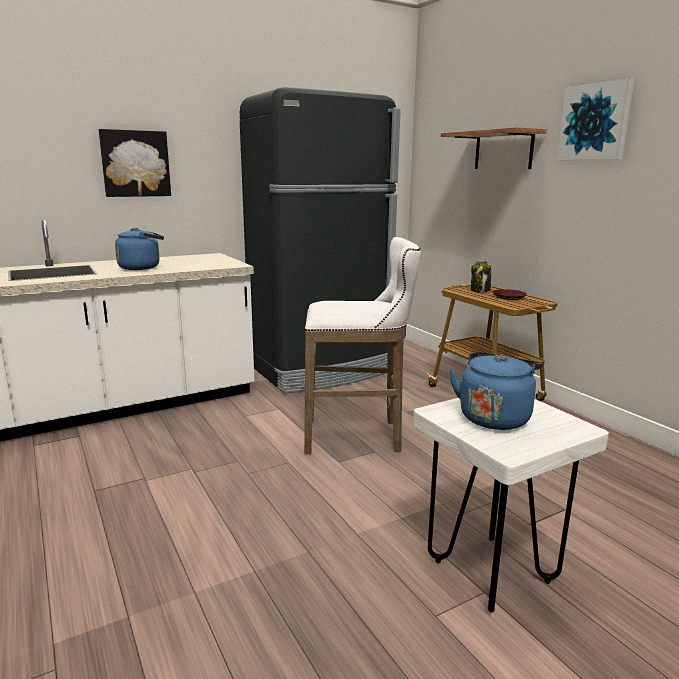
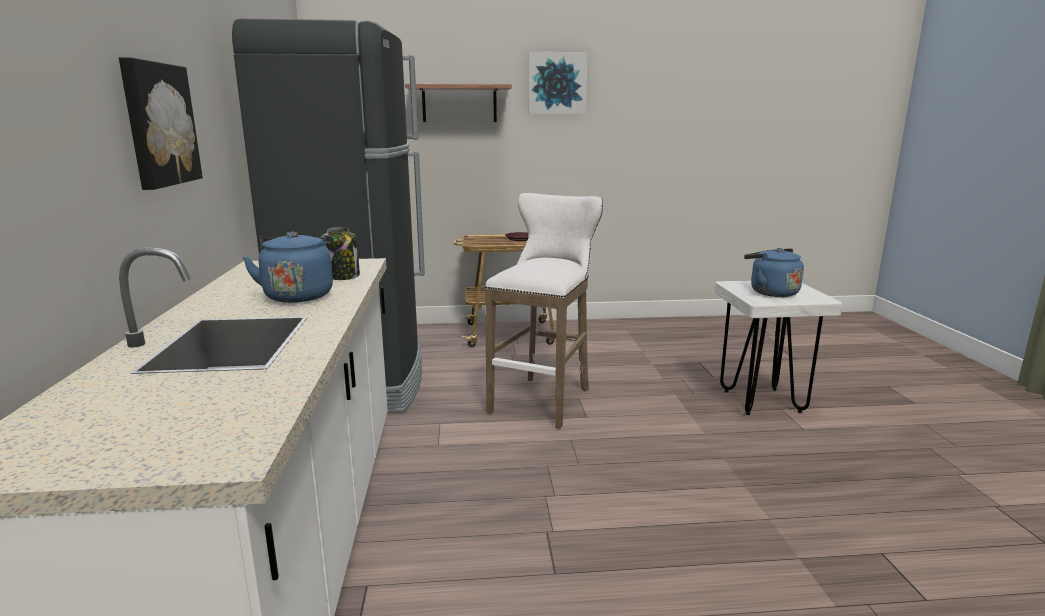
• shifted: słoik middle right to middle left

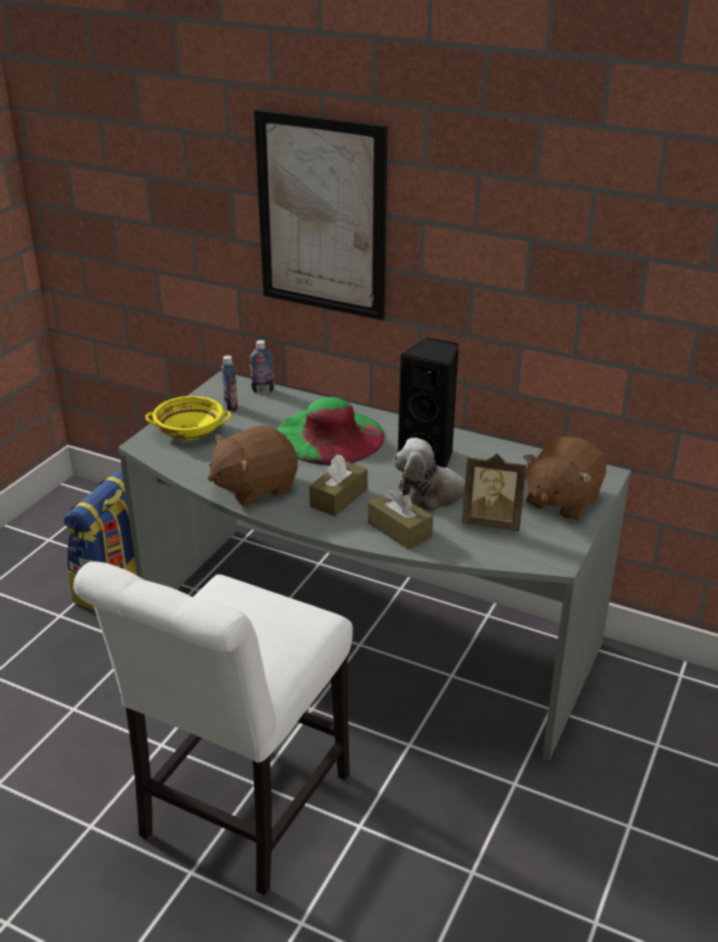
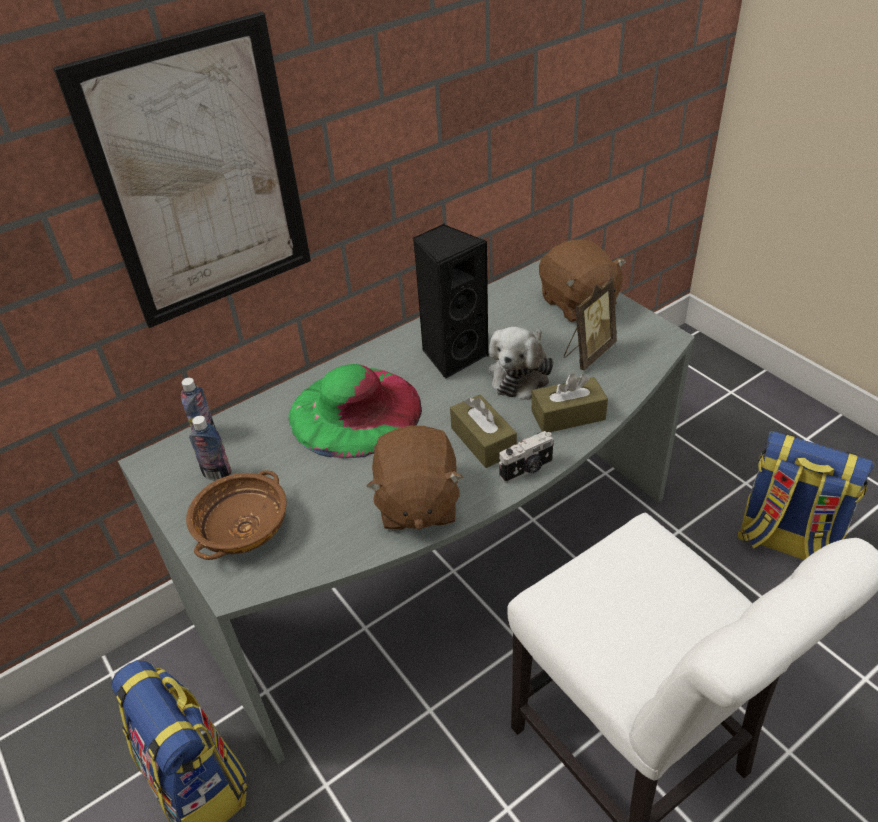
• repainted: miska/żółty middle left to miska/brązowy middle left
• new: aparat fotograficzny centre
• new: plecak (no. 2 from left) middle right

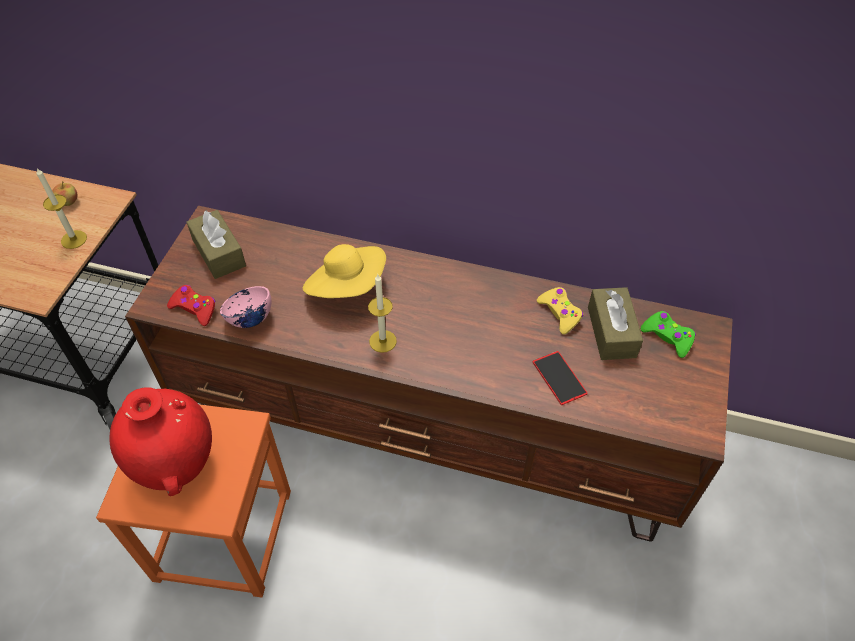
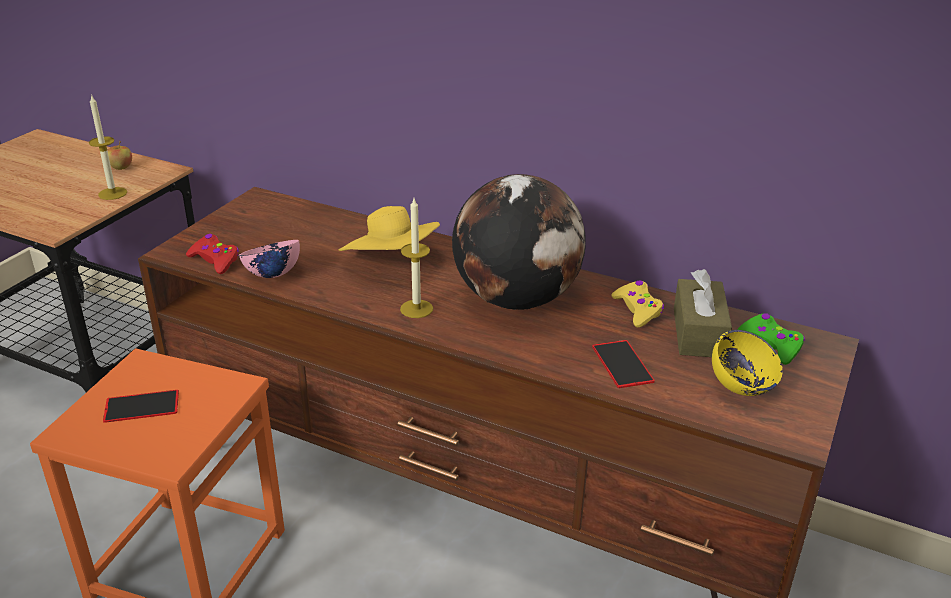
• swapped: wazon/czerwony bottom left to telefon (no. 1 from left) bottom left
• new: globus centre
• new: miska/żółty middle right
• gone: pudełko chusteczek/brązowy (no. 1 from left) middle left

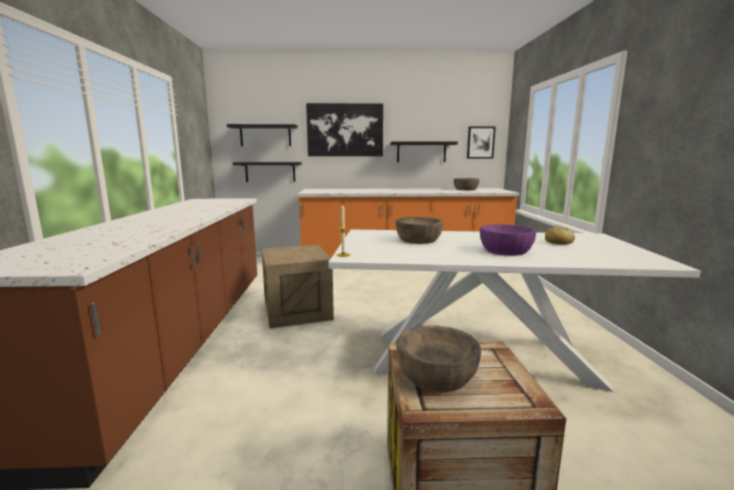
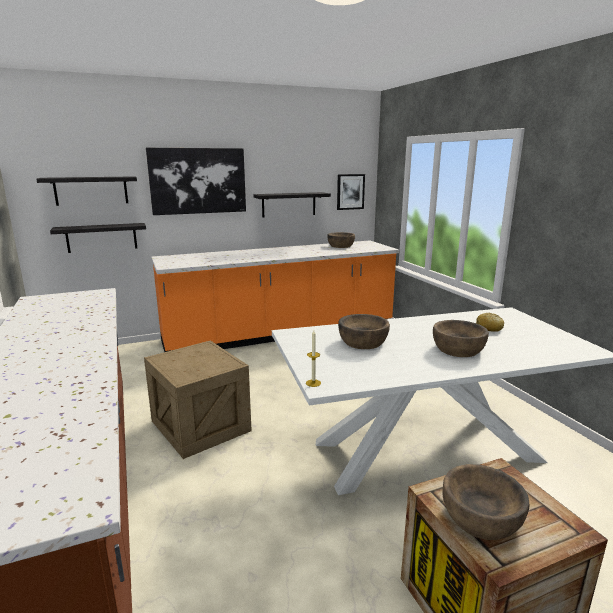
• repainted: miska/fioletowy middle right to miska/brązowy (no. 3 from left) middle right

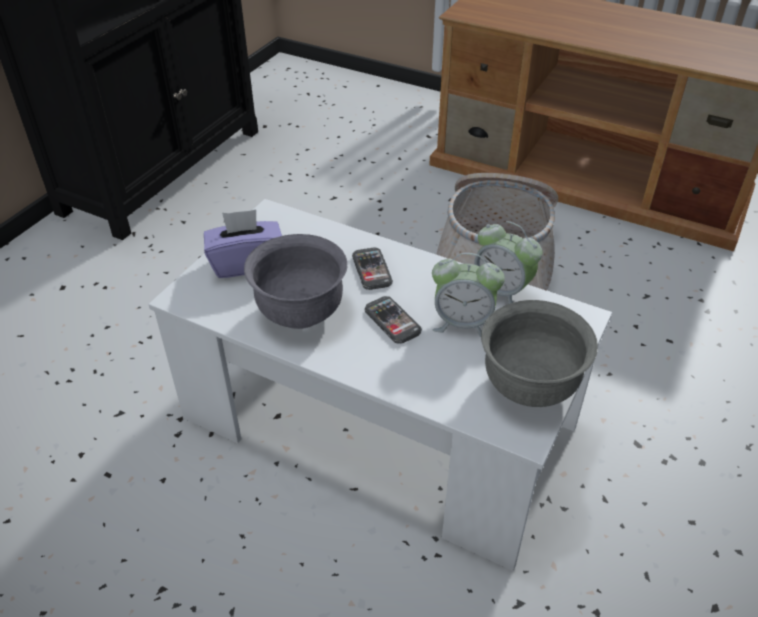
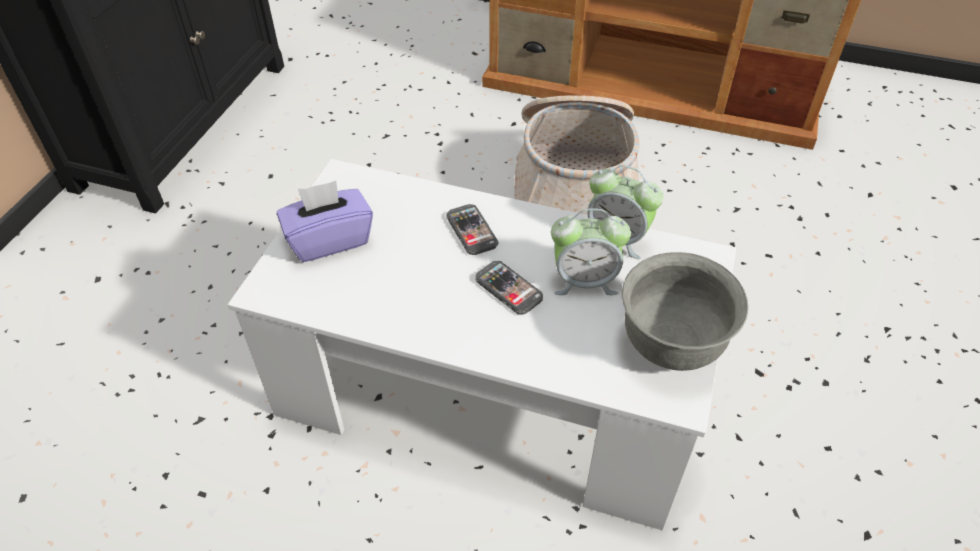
• gone: miska/szary (no. 1 from left) centre

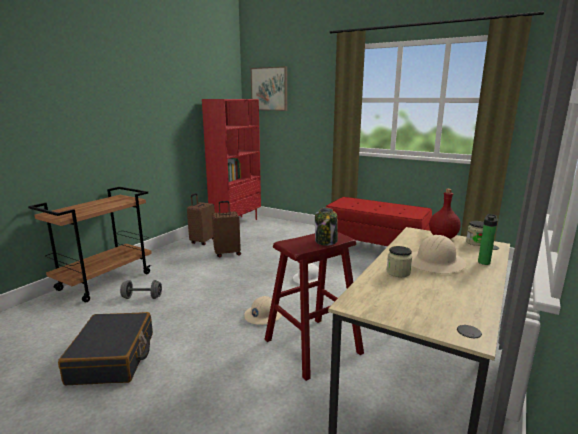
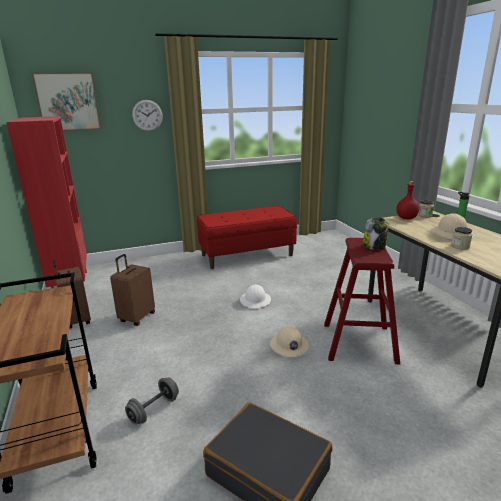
• new: zegar ścienny top left

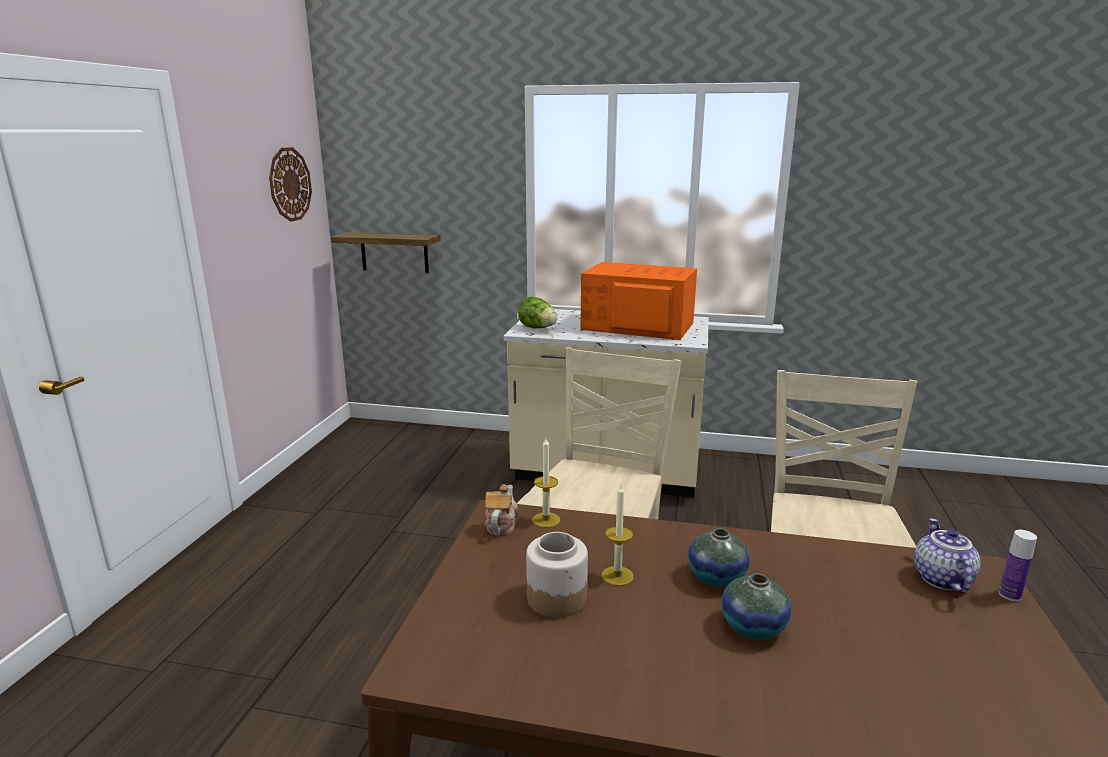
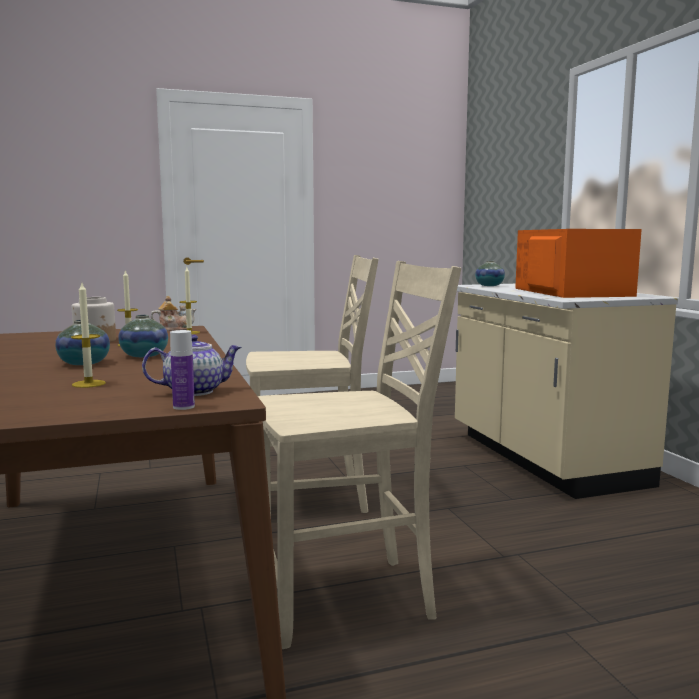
• new: świeca (no. 1 from left) middle left
• swapped: sałata centre to wazon (no. 3 from left) middle right
• gone: zegar ścienny top left
• gone: półka top centre

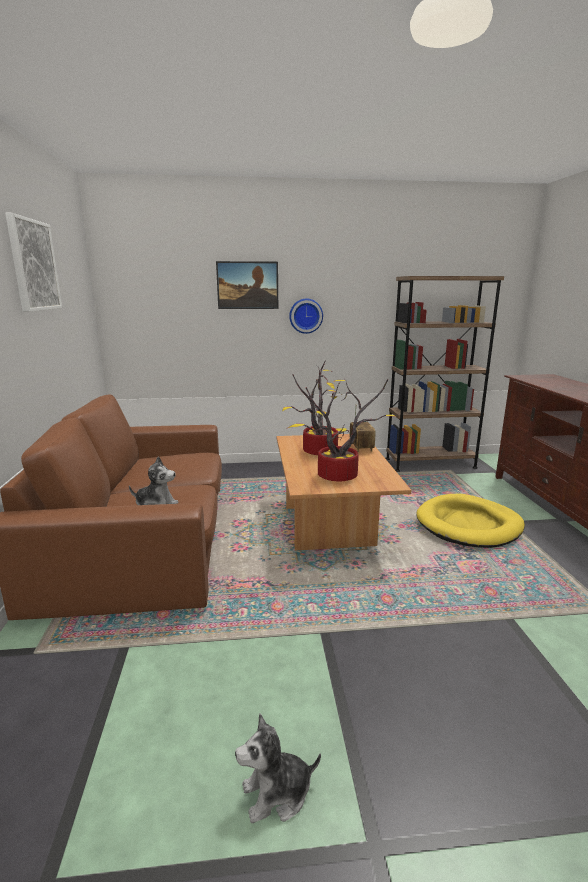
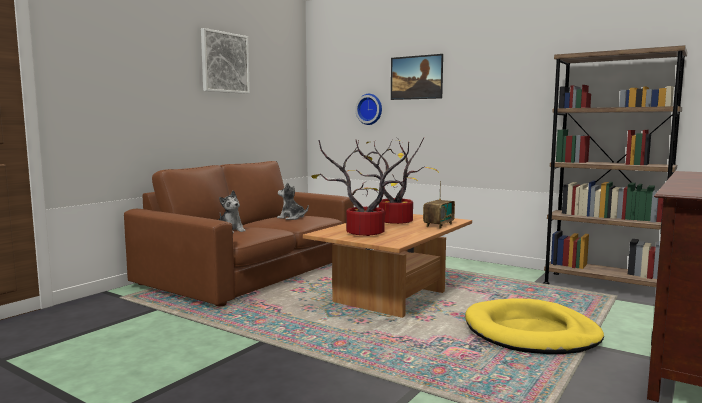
• shifted: pluszak (no. 2 from left) bottom centre to centre
• shifted: zegar ścienny centre to top centre

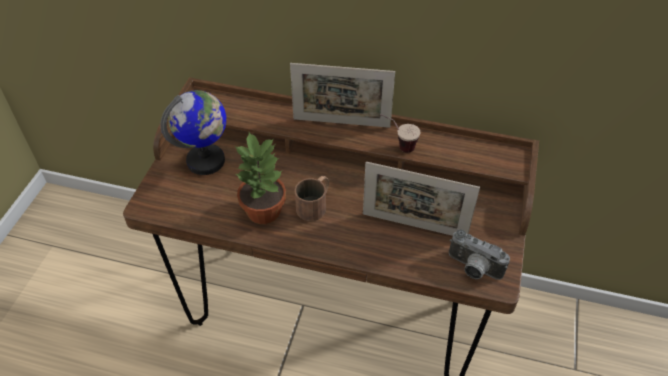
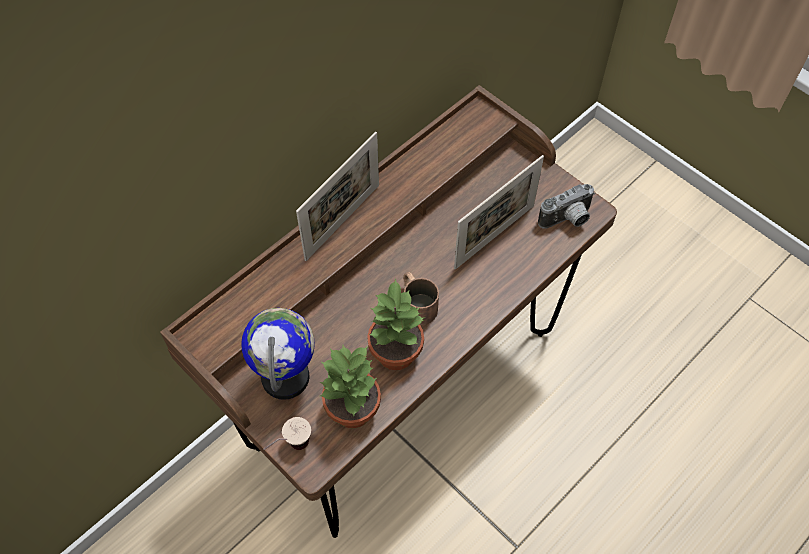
• shifted: filiżanka centre to bottom centre
• new: roślina doniczkowa (no. 1 from left) bottom centre

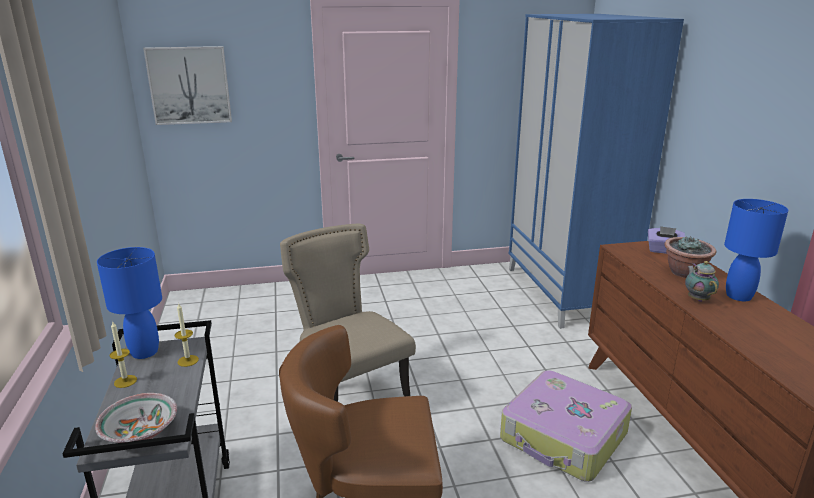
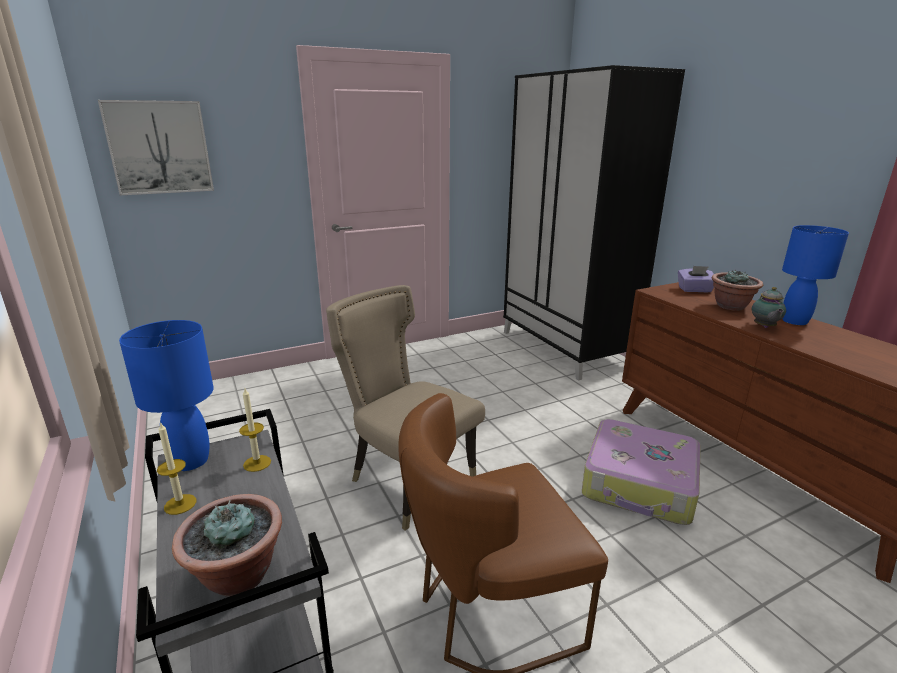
• swapped: miska bottom left to roślina doniczkowa (no. 1 from left) bottom left
• repainted: szafa/niebieski middle right to szafa/czarny top centre
• rotated: imbryk middle right = middle right 150 degrees counterclockwise

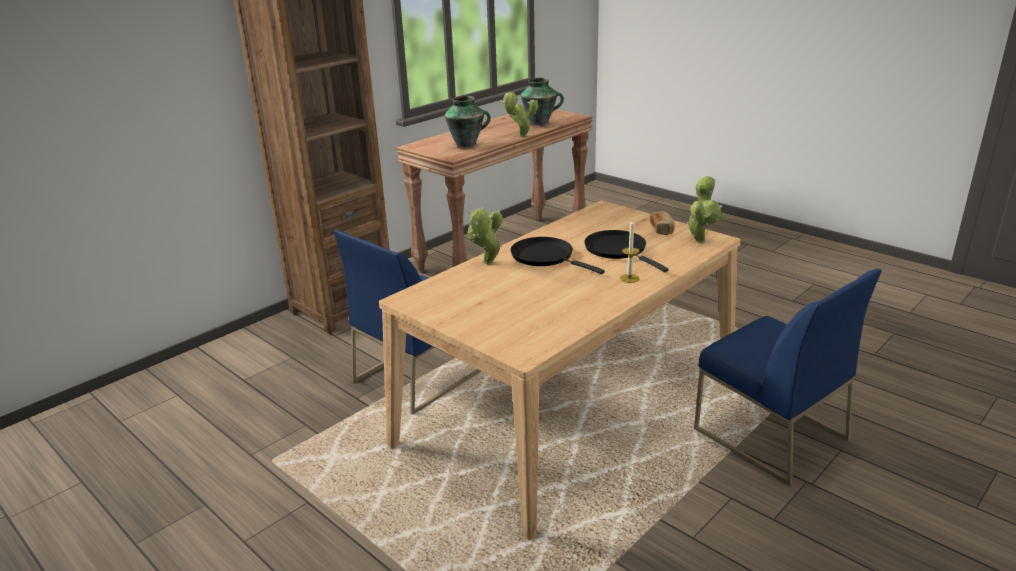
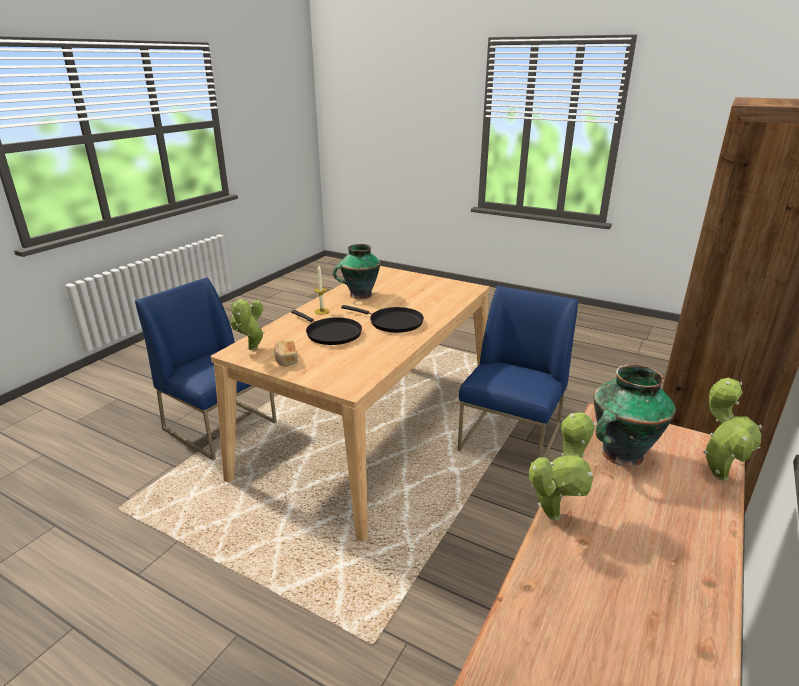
• shifted: wazon (no. 2 from left in the first image) top centre to wazon (no. 1 from left) centre
• shifted: roślina doniczkowa (no. 1 from left in the first image) centre to roślina doniczkowa (no. 3 from left) middle right

